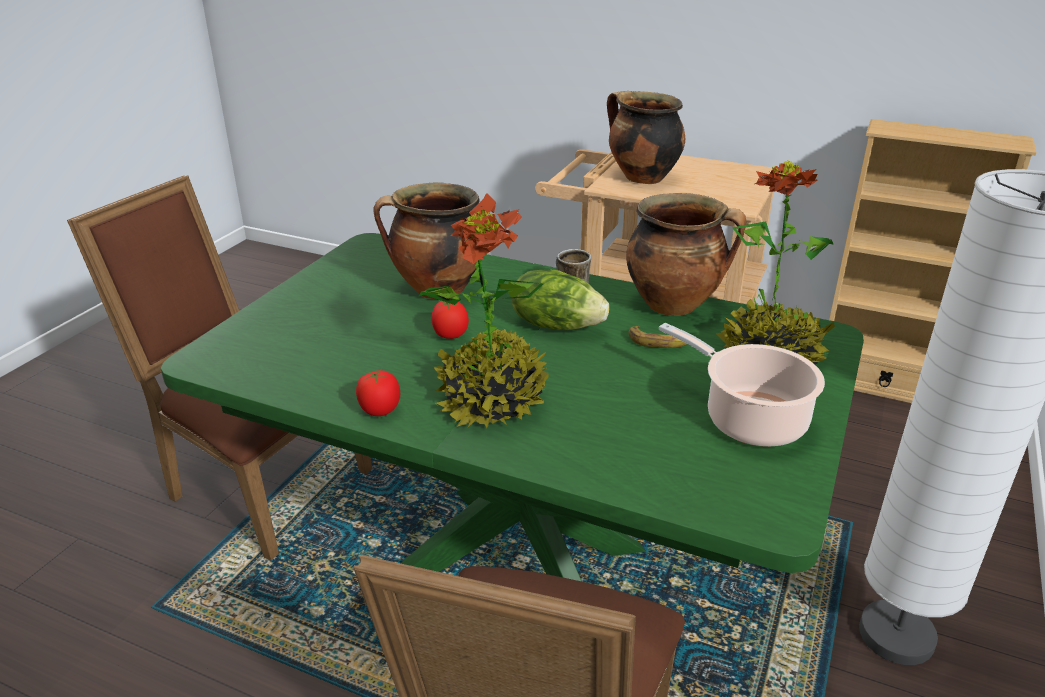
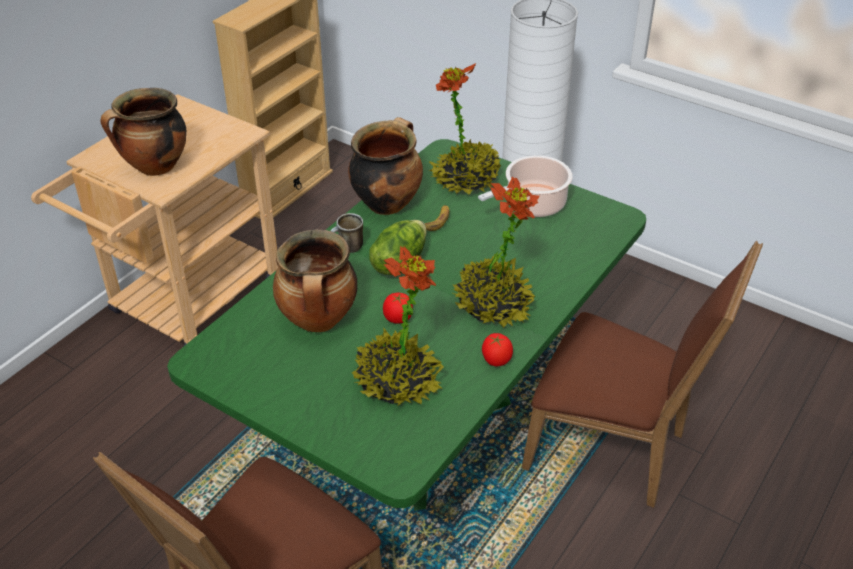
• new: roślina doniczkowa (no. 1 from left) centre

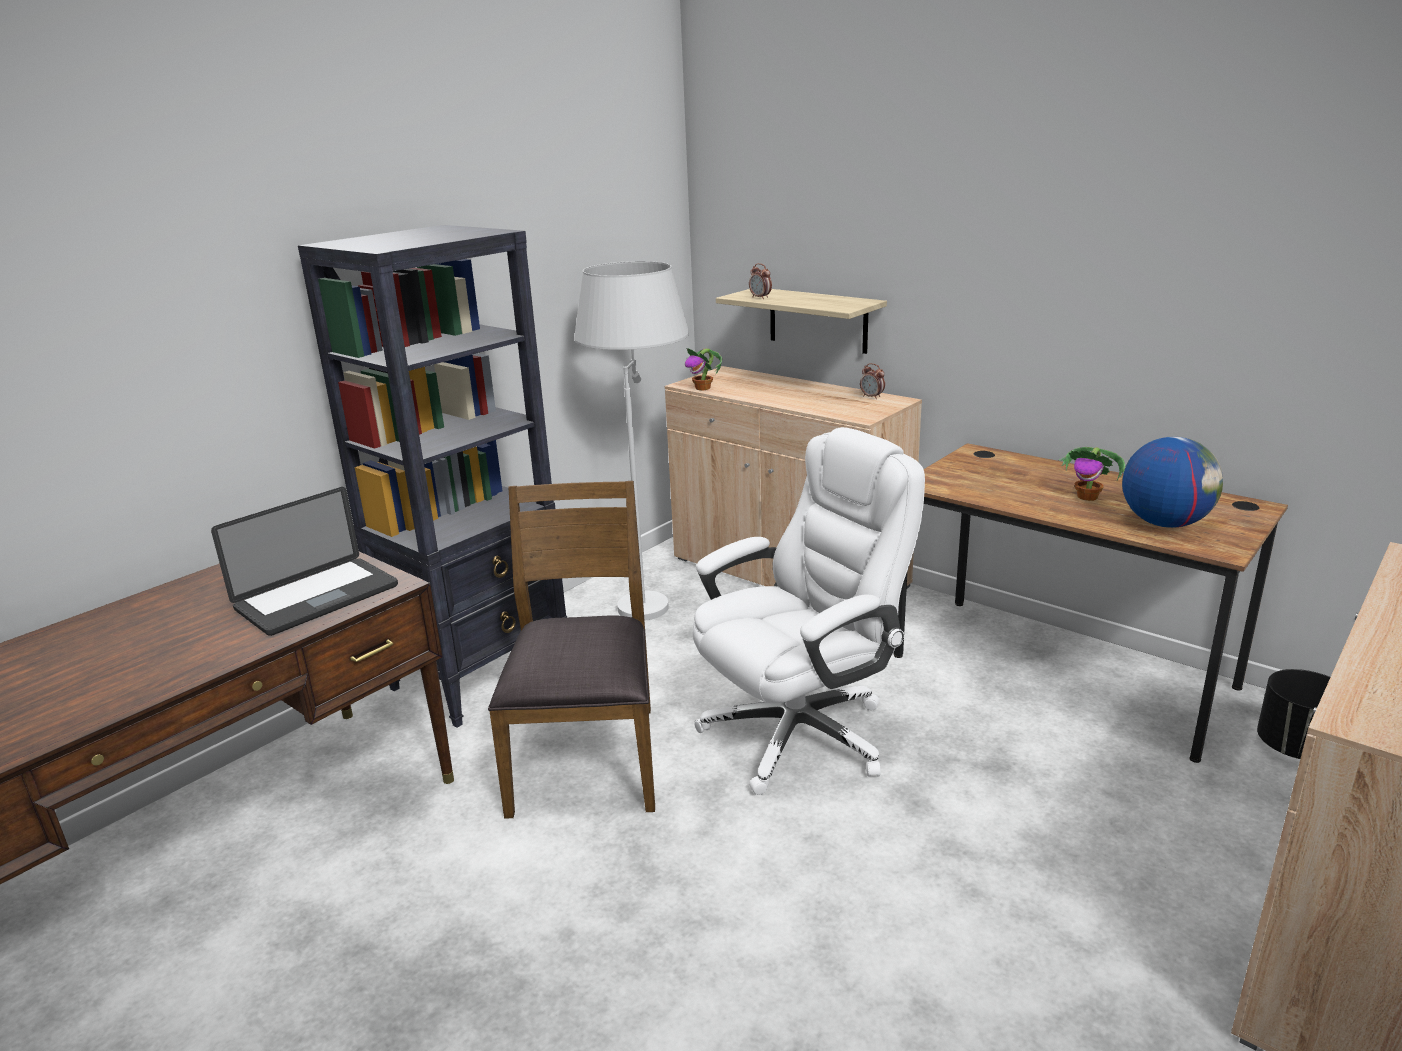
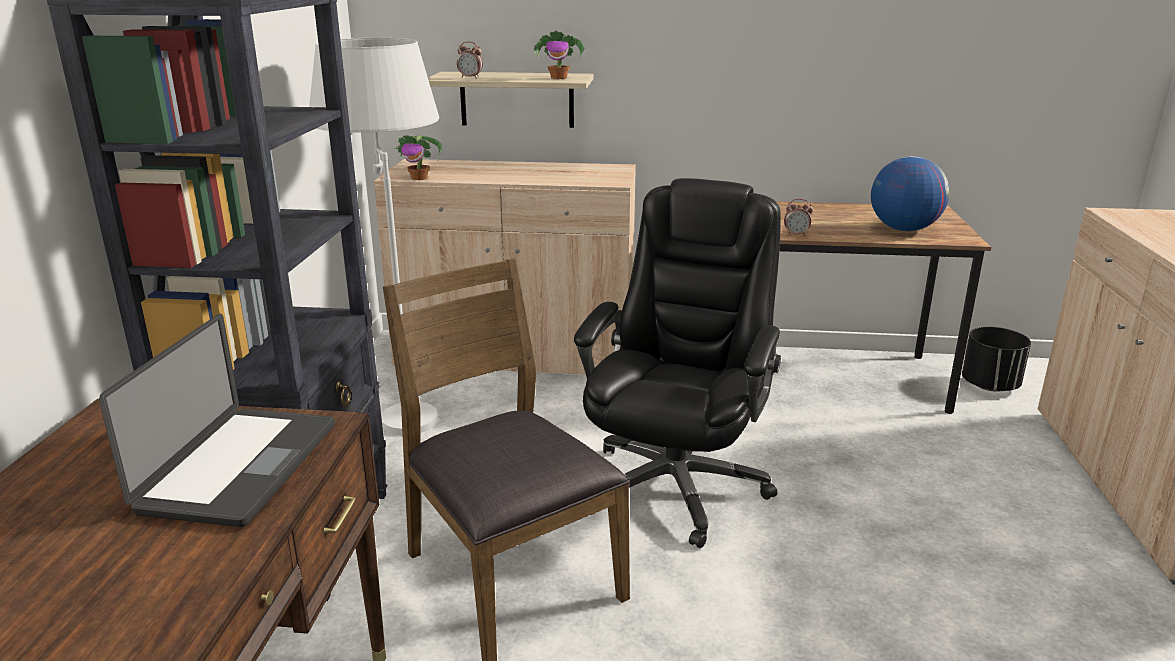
• shifted: roślina doniczkowa (no. 2 from left) middle right to top centre
• repainted: krzesło biurowe/biały centre to krzesło biurowe/czarny centre
• shifted: budzik (no. 2 from left) centre to top right

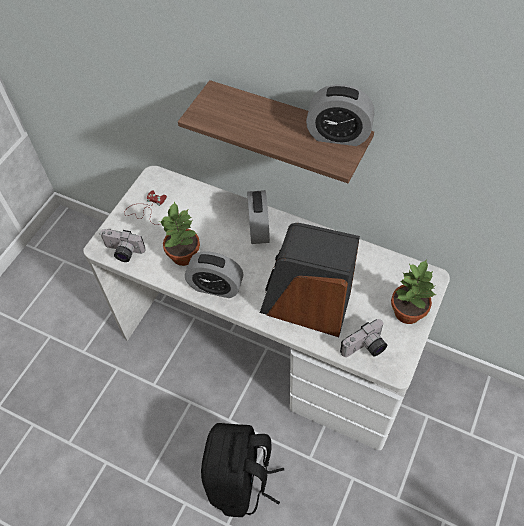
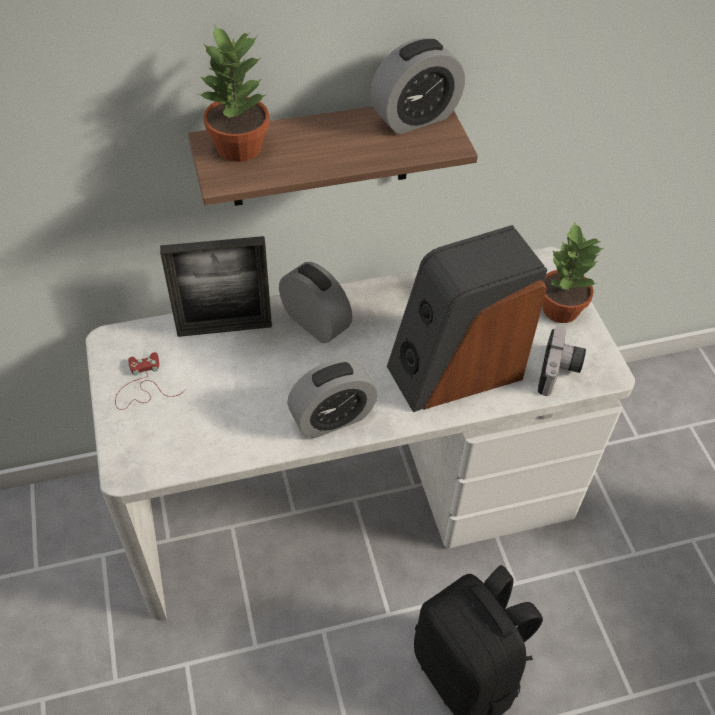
• new: ramka na zdjęcie middle left
• shifted: roślina doniczkowa (no. 1 from left) centre to top left
• gone: aparat fotograficzny (no. 1 from left) middle left

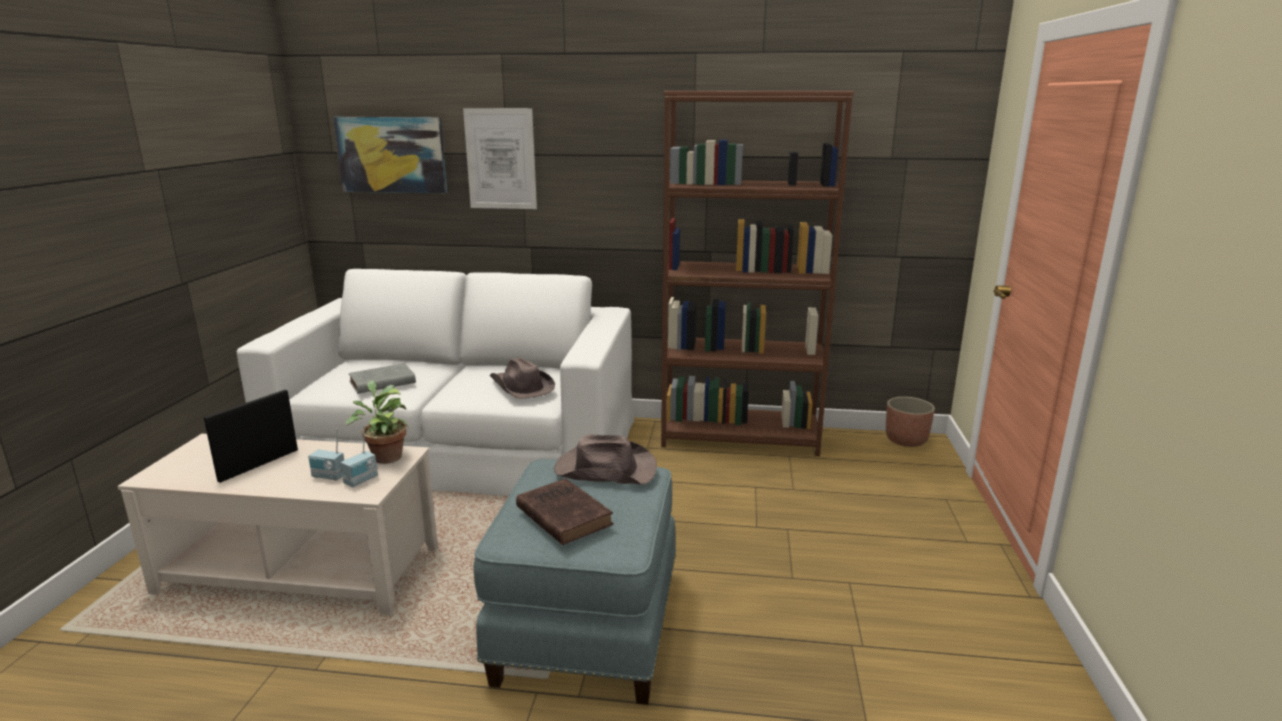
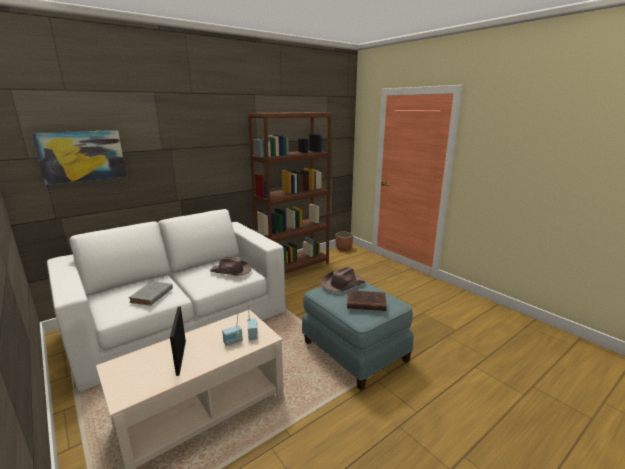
• gone: roślina doniczkowa middle left
• gone: obraz (no. 2 from left) top centre

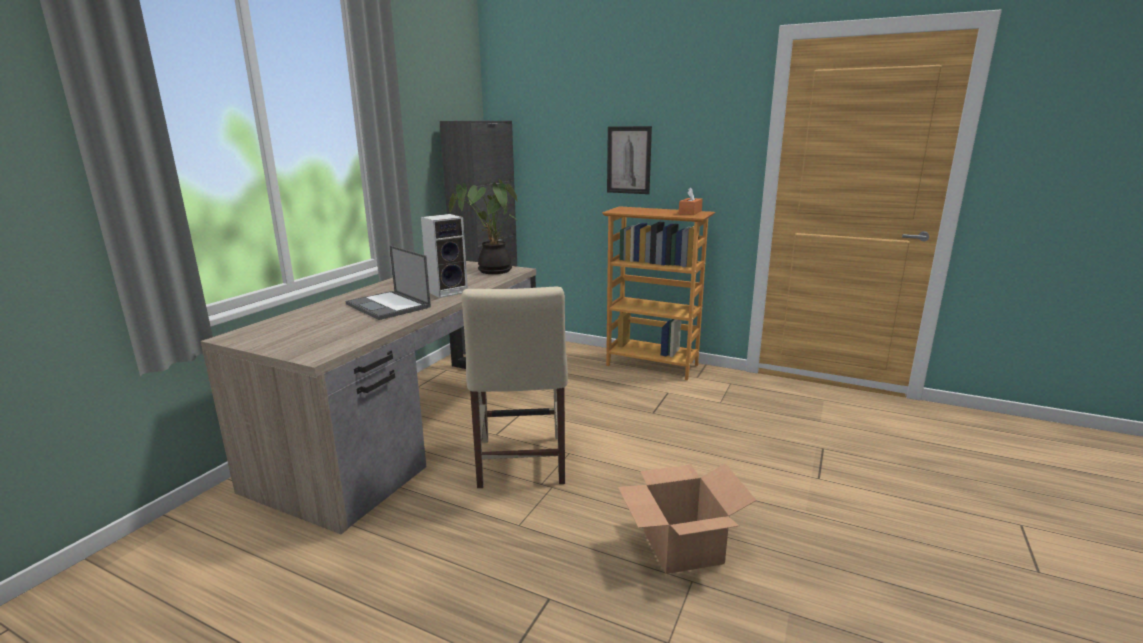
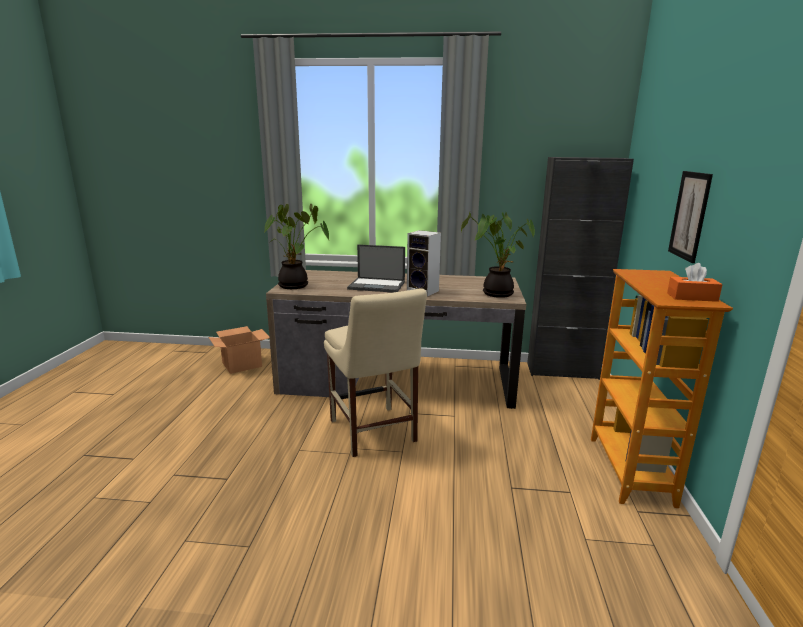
• shifted: karton bottom centre to middle left
• new: roślina doniczkowa (no. 1 from left) centre
• rotated: krzesło/beżowy centre = centre 90 degrees counterclockwise
• rotated: laptop centre = centre 105 degrees counterclockwise

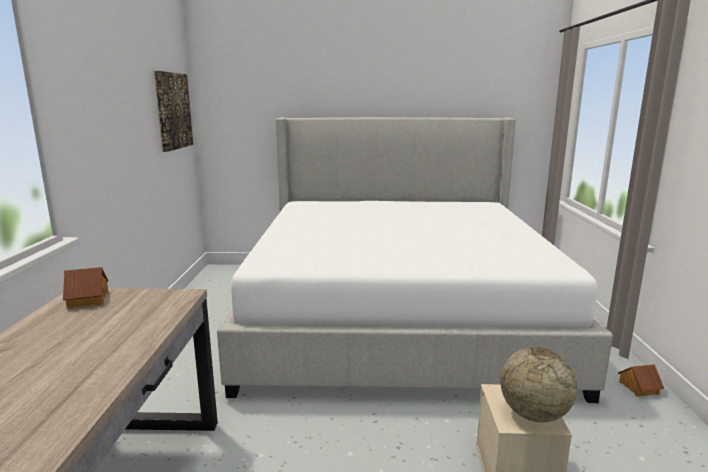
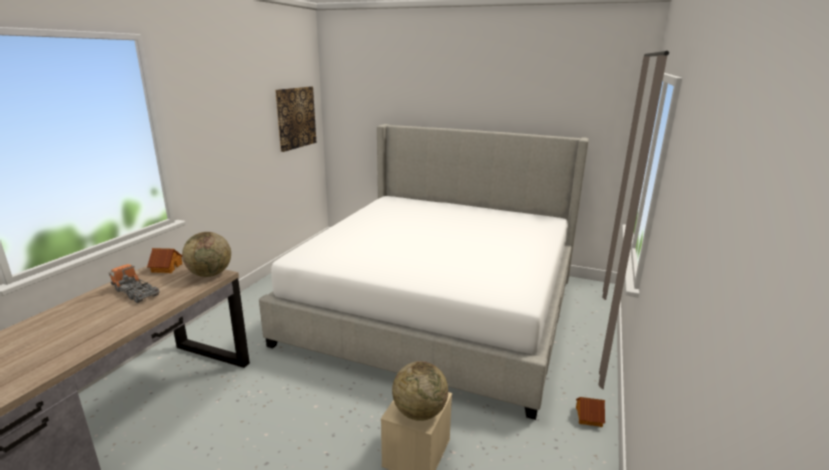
• new: ciężarówka zabawkowa middle left
• new: globus (no. 1 from left) middle left

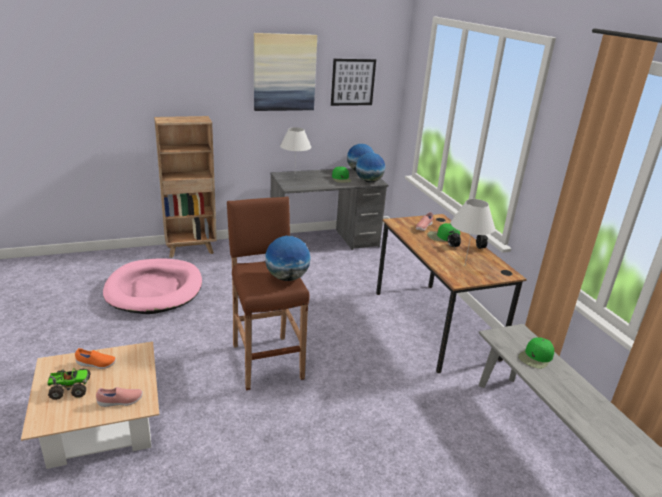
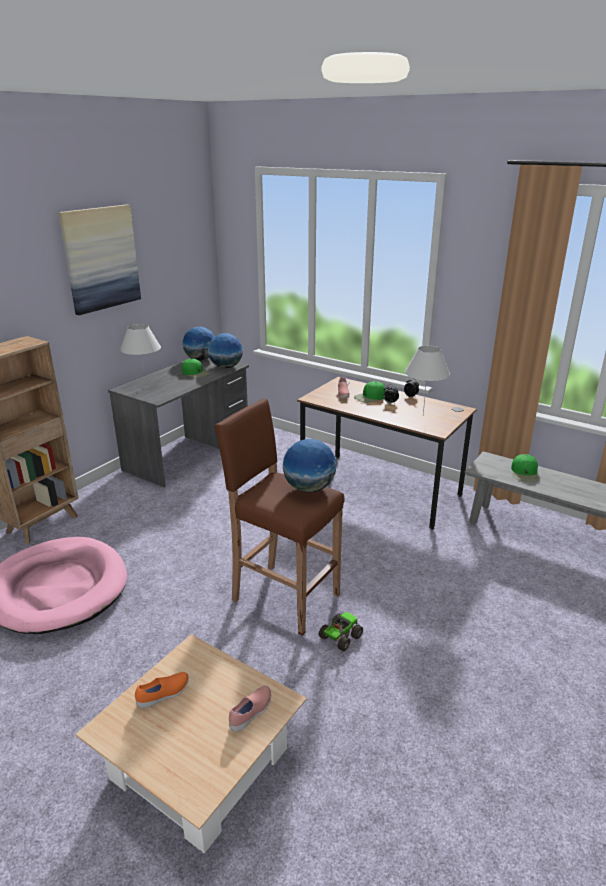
• shifted: ciężarówka zabawkowa bottom left to bottom centre
• gone: obraz (no. 2 from left) top centre

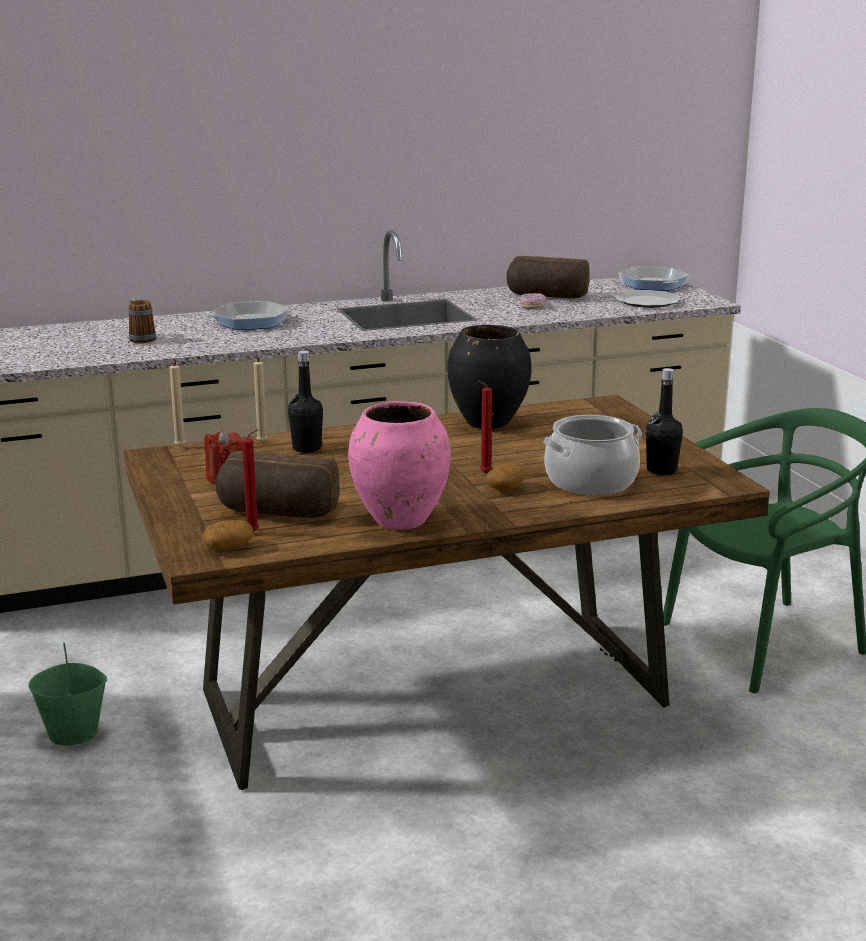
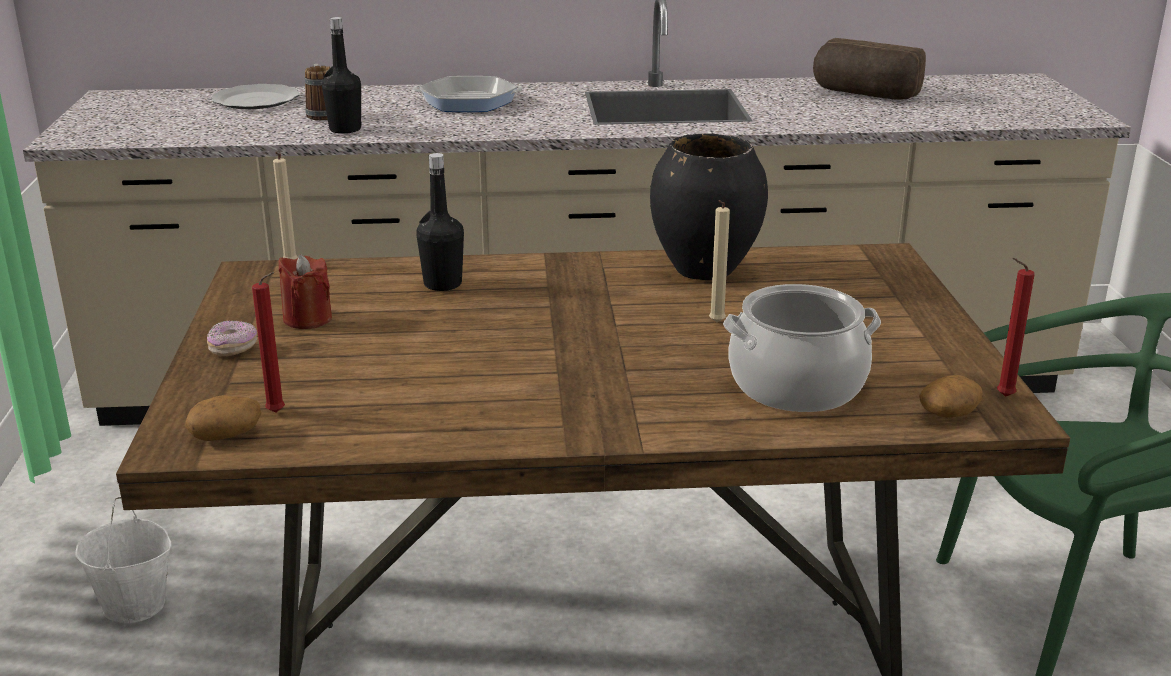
• repainted: wiadro/zielony bottom left to wiadro/biały bottom left
• shifted: donut top centre to middle left
• shifted: talerz top right to top left
• shifted: butelka/czarny (no. 2 from left in the first image) middle right to butelka/czarny (no. 1 from left) top left
• shifted: świeca/beżowy (no. 2 from left) middle left to centre
• shifted: ziemniak (no. 2 from left) centre to middle right
• shifted: świeca/czerwony (no. 3 from left) centre to middle right
• gone: chleb (no. 1 from left) middle left
• gone: wazon/różowy centre
• gone: patelnia (no. 2 from left) top right

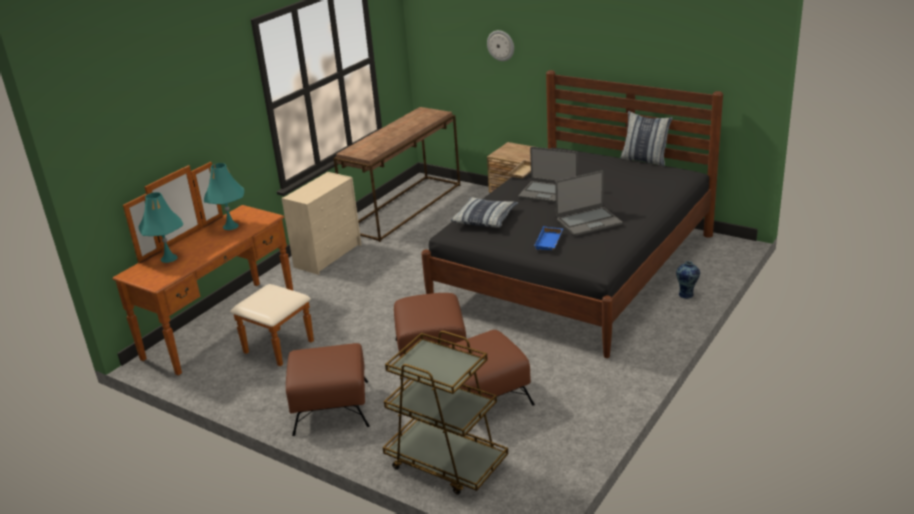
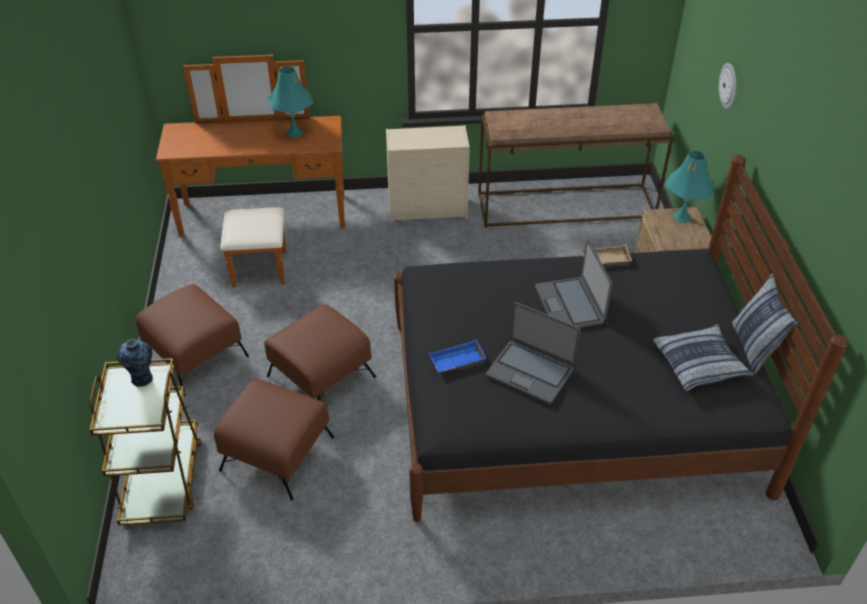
• shifted: wazon middle right to middle left
• shifted: poduszka (no. 1 from left) centre to middle right
• shifted: lampa stołowa/turkusowy (no. 1 from left in the first image) middle left to lampa stołowa/turkusowy (no. 2 from left) top right

